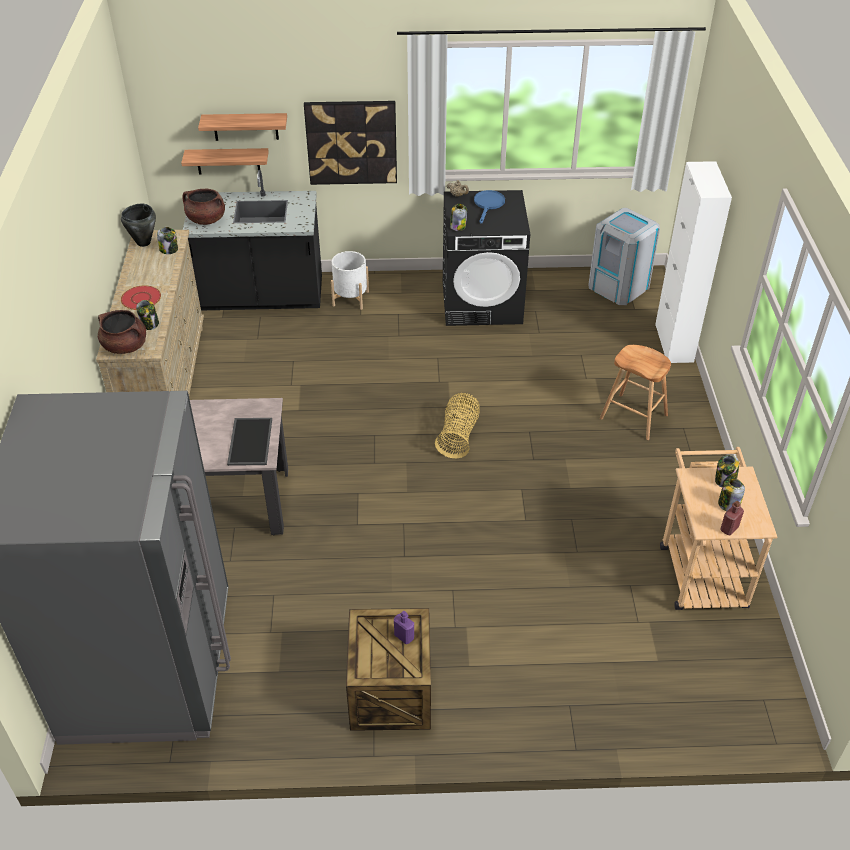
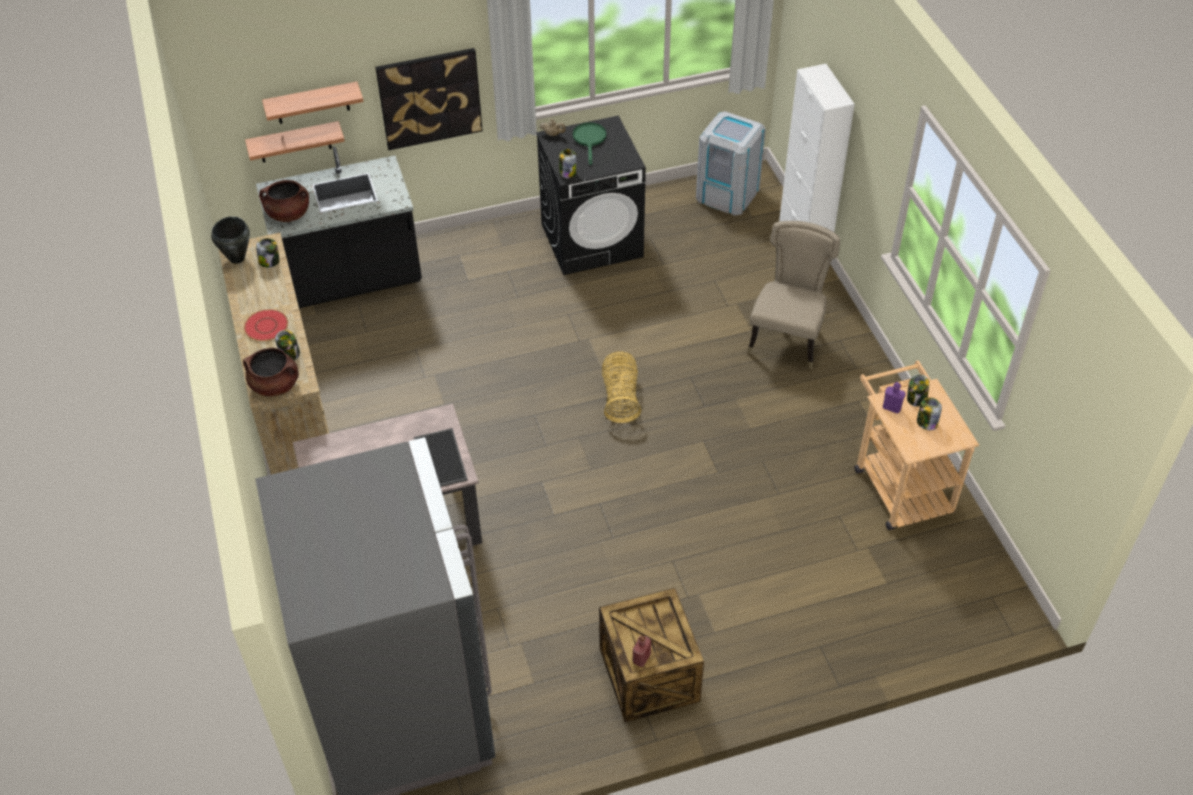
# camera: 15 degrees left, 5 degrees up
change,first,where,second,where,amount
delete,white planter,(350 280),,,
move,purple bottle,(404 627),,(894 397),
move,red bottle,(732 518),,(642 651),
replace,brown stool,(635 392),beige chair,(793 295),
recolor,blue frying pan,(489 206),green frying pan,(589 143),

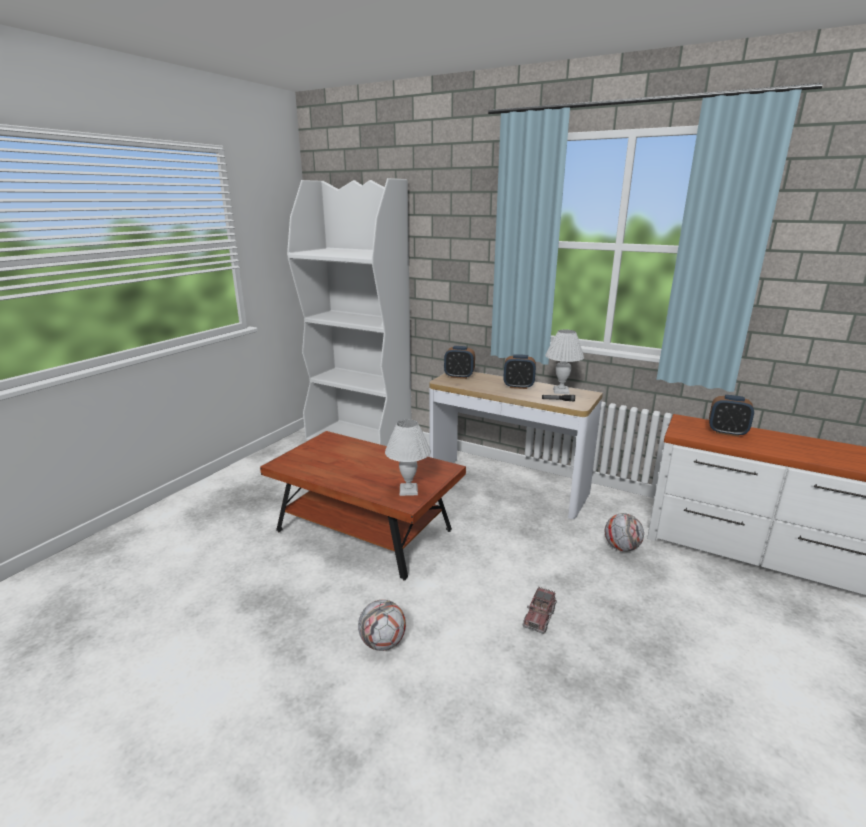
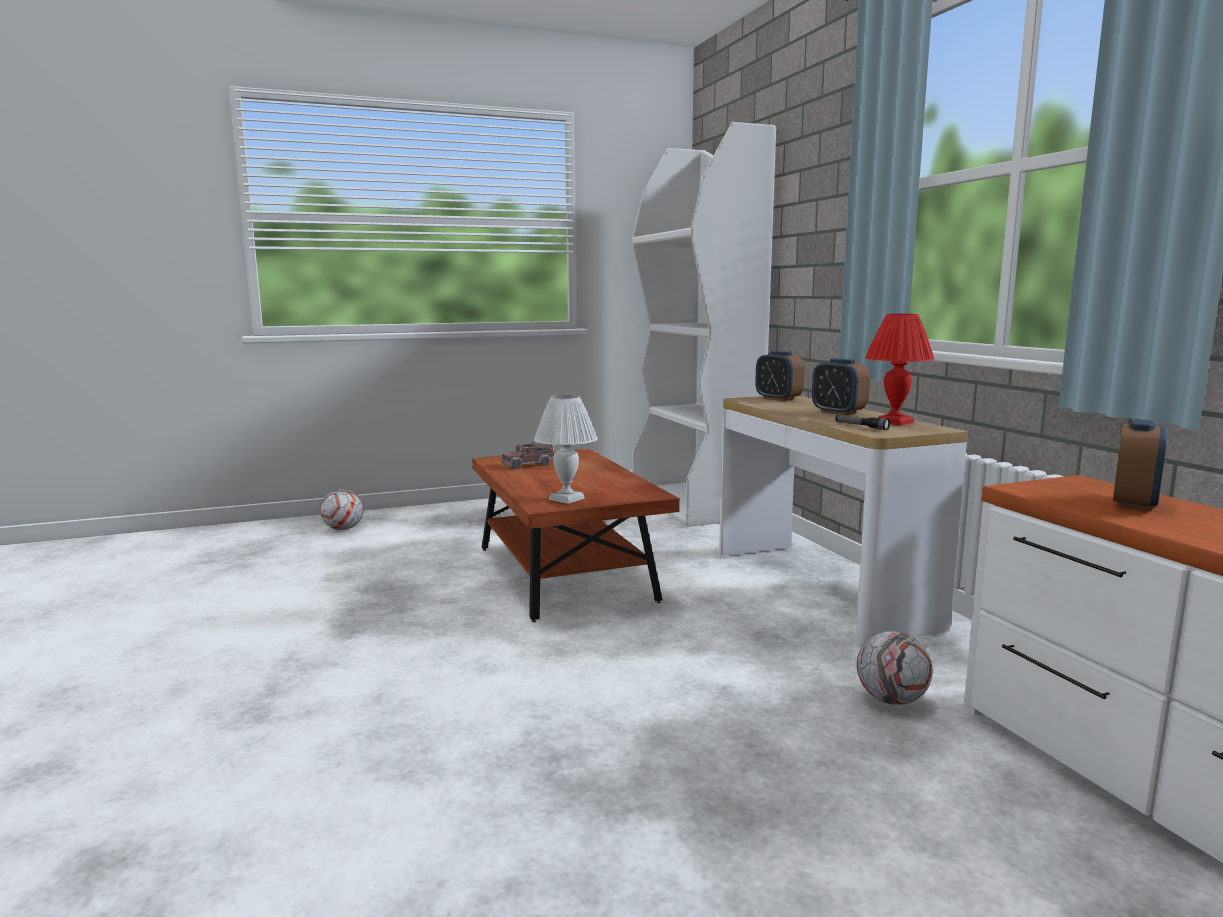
# camera: 40 degrees right, 10 degrees down
change,first,where,second,where,amount
move,football,(382 625),,(342 509),
move,toy truck,(540 610),,(527 455),
recolor,white table lamp,(564 361),red table lamp,(900 370),
rotate,alarm clock,(731 416),,(1140 465),120 degrees counterclockwise

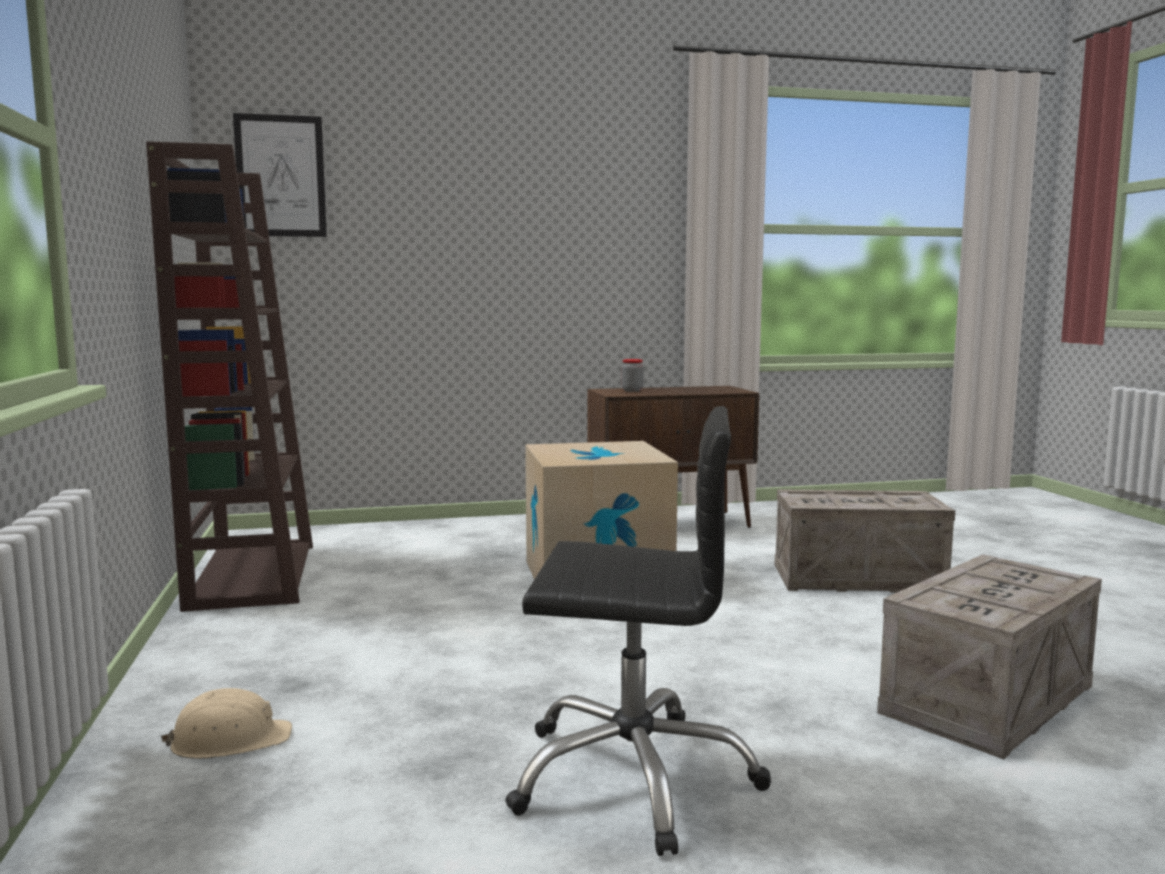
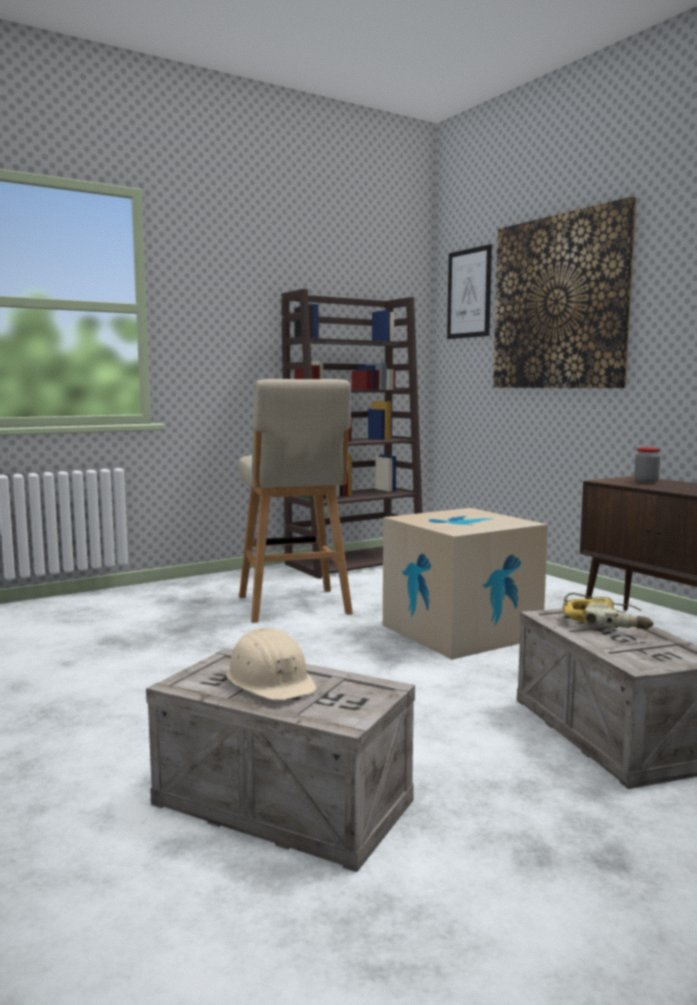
# camera: 70 degrees right, 0 degrees up
change,first,where,second,where,amount
delete,black office chair,(638 631),,,
insert,,,beige stool,(295 501),
insert,,,picture,(565 292),
insert,,,power drill,(608 611),
move,beige hard hat,(226 723),,(271 664),

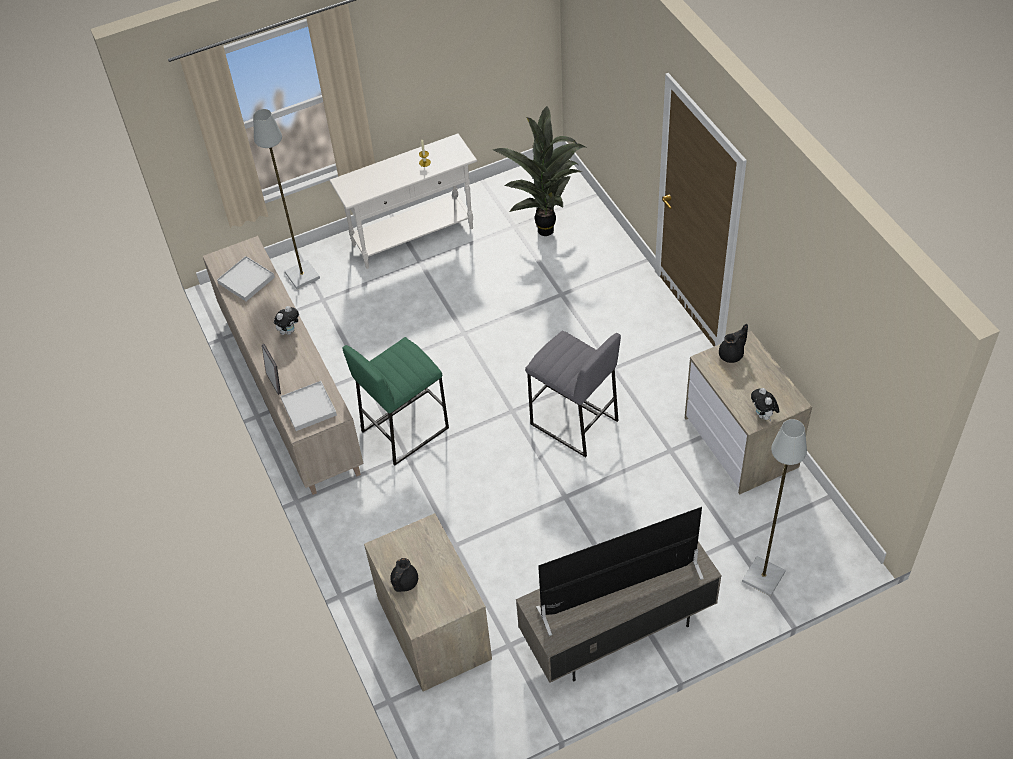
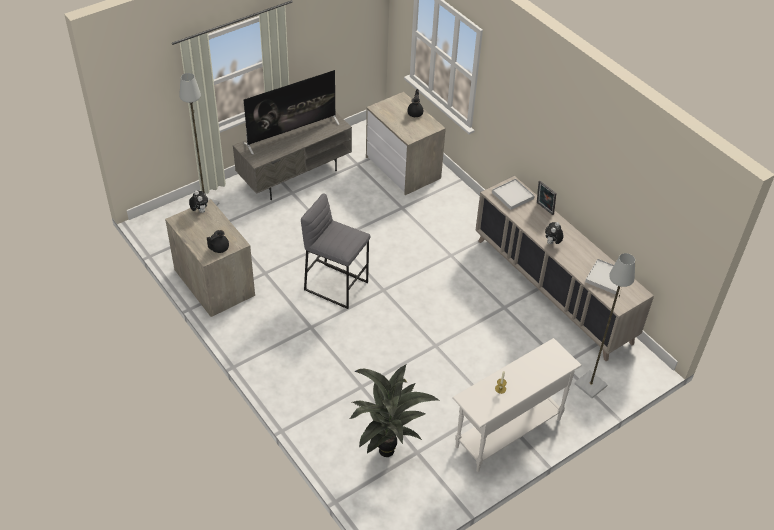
# camera: 165 degrees right, 5 degrees down
change,first,where,second,where,amount
delete,green stool,(395 401),,,

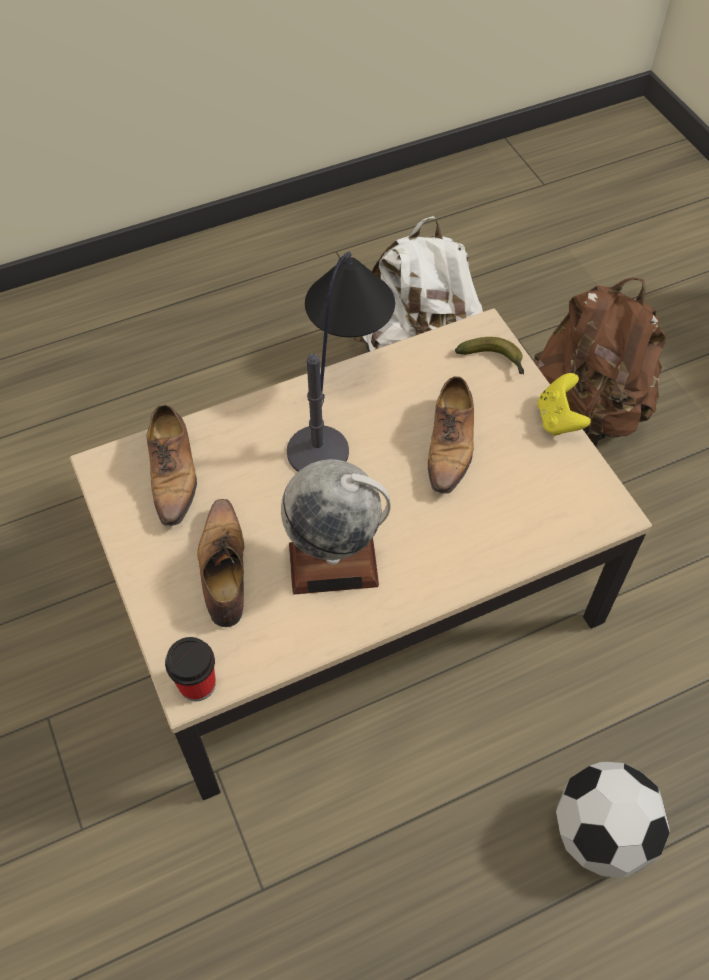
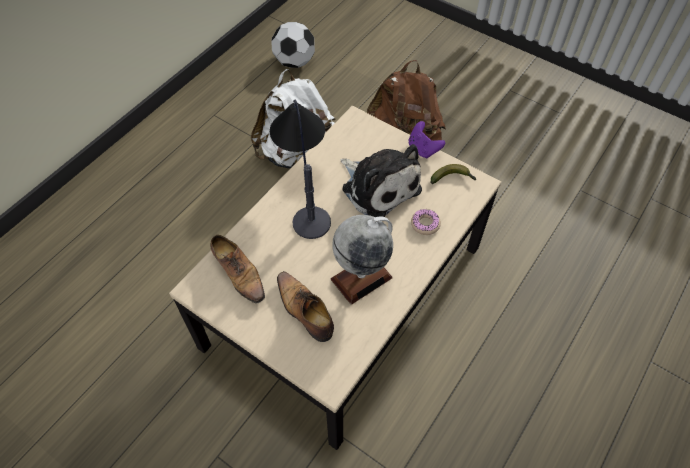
# camera: 30 degrees left, 0 degrees up
change,first,where,second,where,amount
delete,cup,(190 669),,,
insert,,,donut,(426 222),
move,banana,(489 355),,(453 174),
move,football,(613 819),,(293 45),
replace,shoe,(451 435),plush toy,(381 180),
recolor,yellow game controller,(564 404),purple game controller,(427 139),

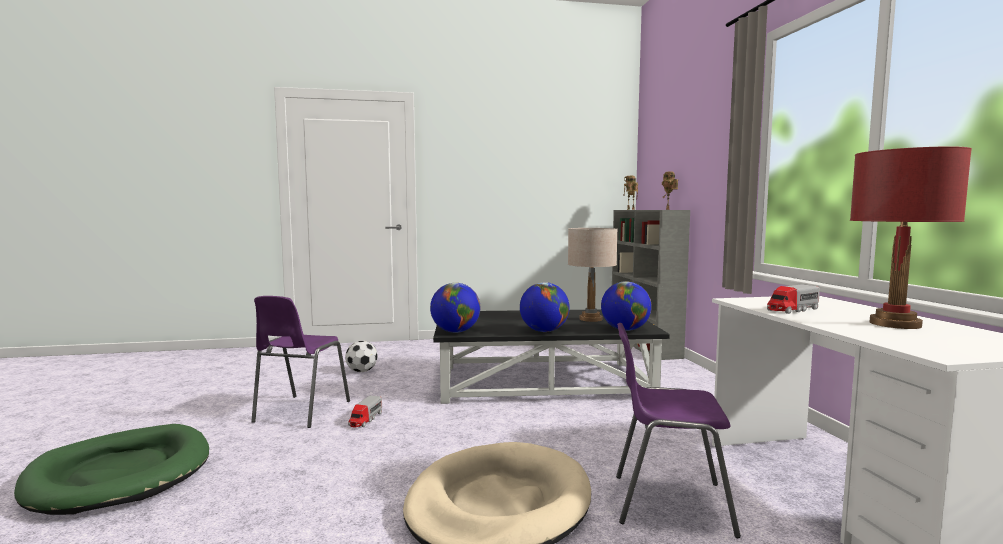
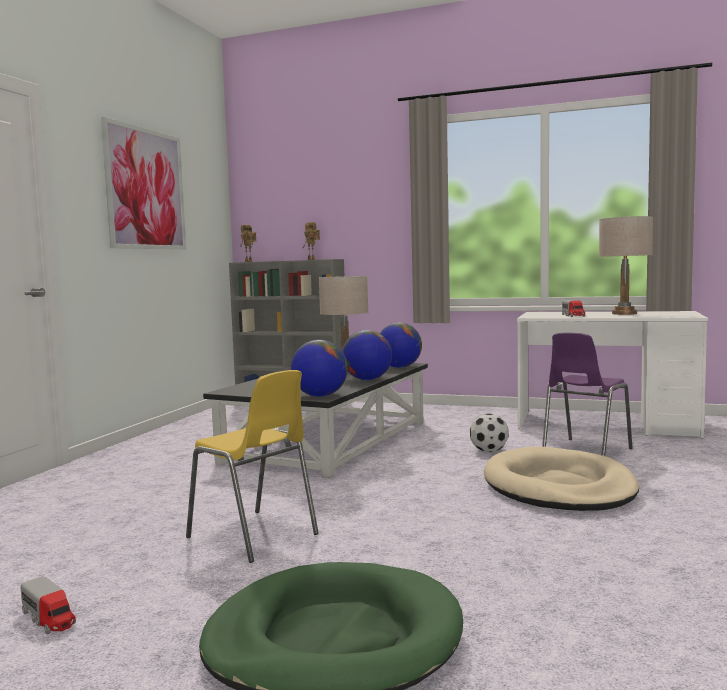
# camera: 60 degrees left, 0 degrees up
change,first,where,second,where,amount
insert,,,picture,(143 183),
move,football,(361 356),,(489 432),
move,toy truck,(365 412),,(48 605),
recolor,purple chair,(300 362),yellow chair,(252 466),
recolor,red table lamp,(911 237),beige table lamp,(626 265),

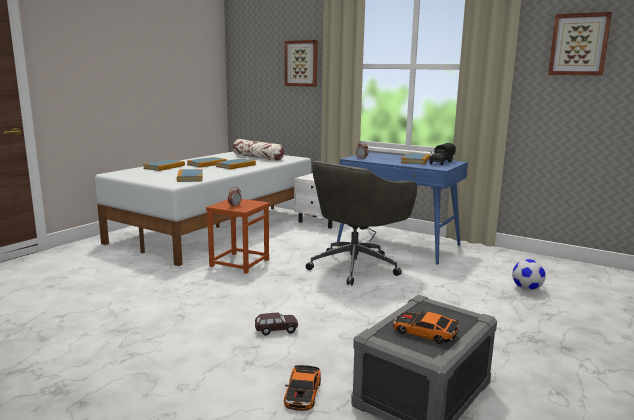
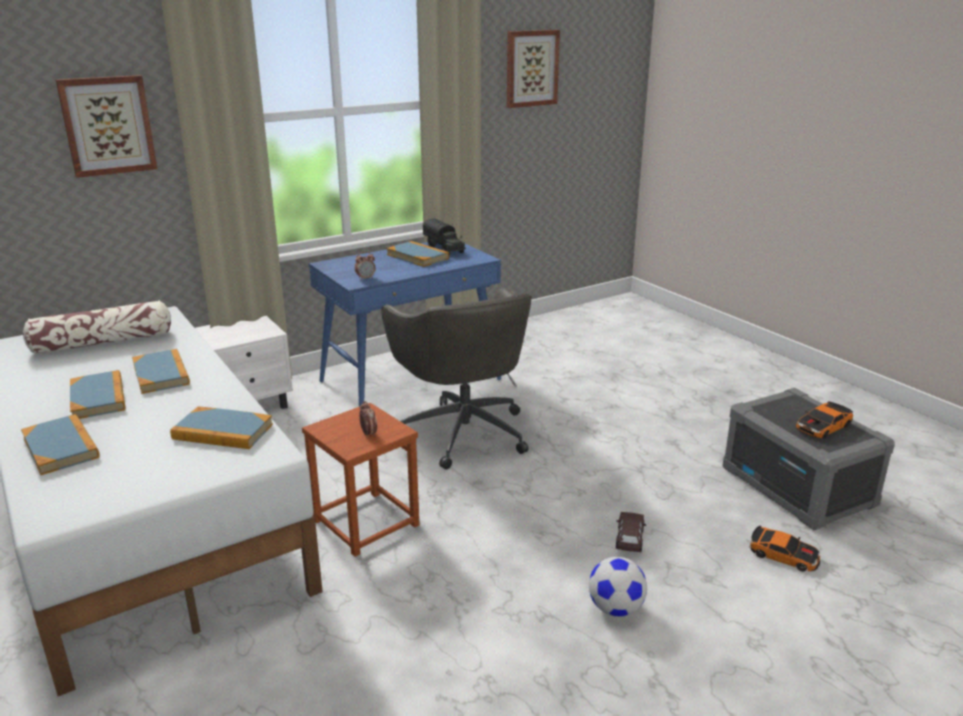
# camera: 65 degrees left, 10 degrees up
change,first,where,second,where,amount
move,football,(529 274),,(618 587),

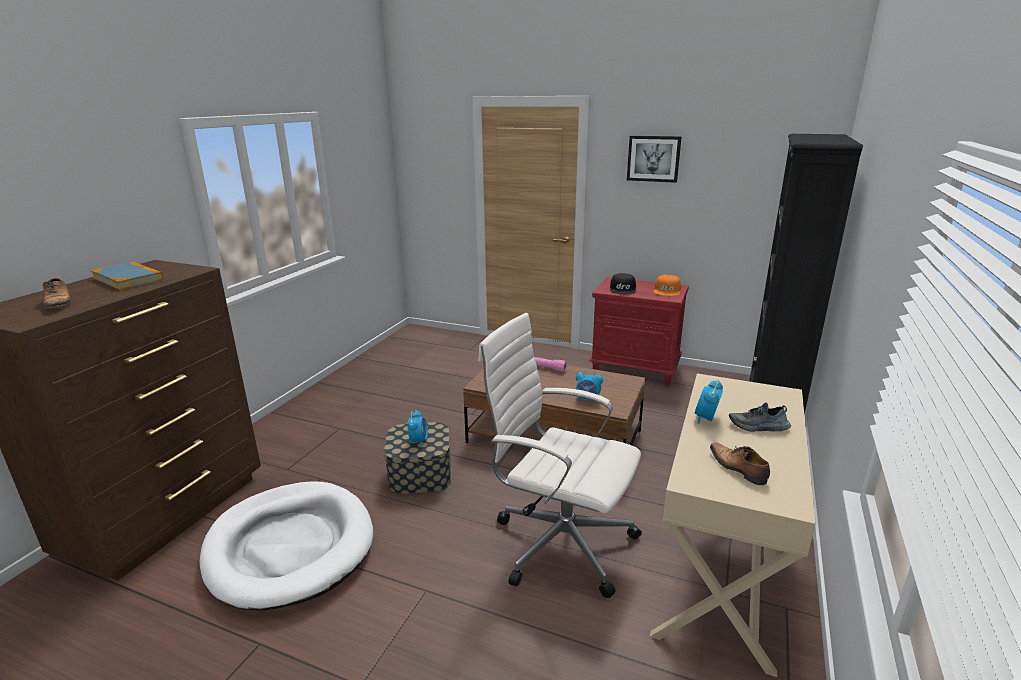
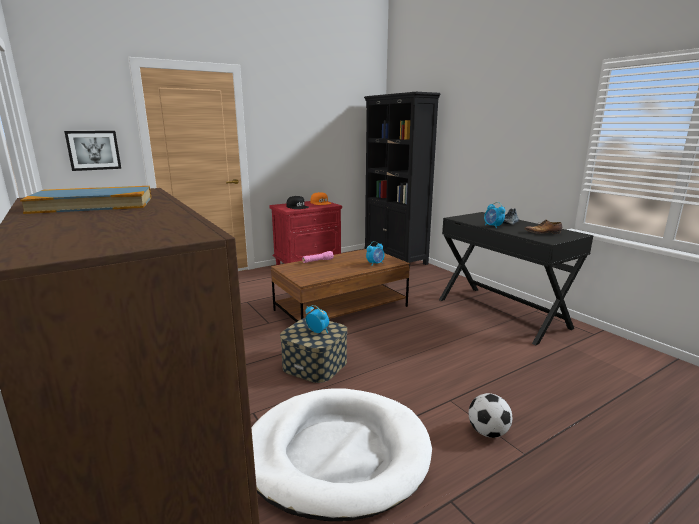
# camera: 55 degrees left, 5 degrees down
change,first,where,second,where,amount
delete,shoe,(57 293),,,
delete,white office chair,(560 455),,,
insert,,,football,(490 415),
move,picture,(654 159),,(92 151),
recolor,beige desk,(733 525),black desk,(516 278),

